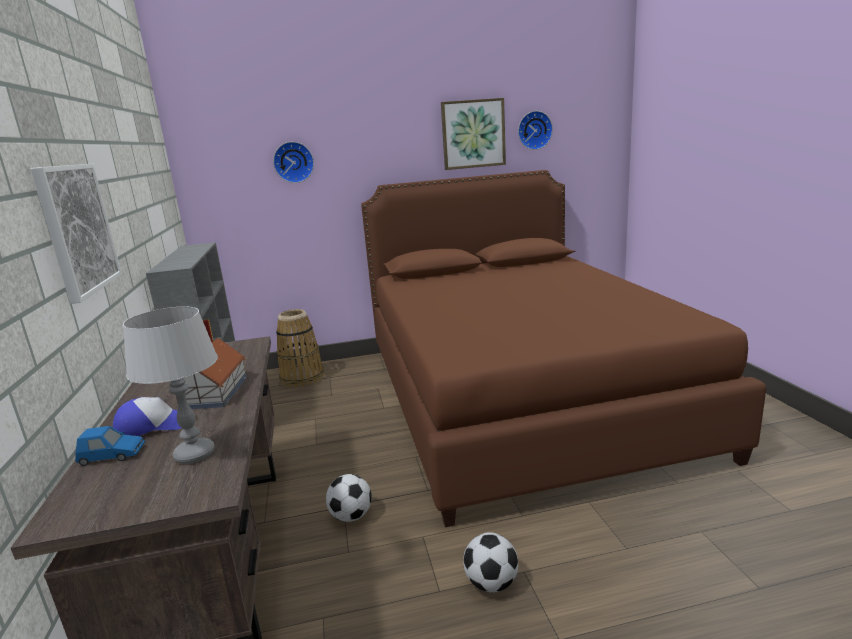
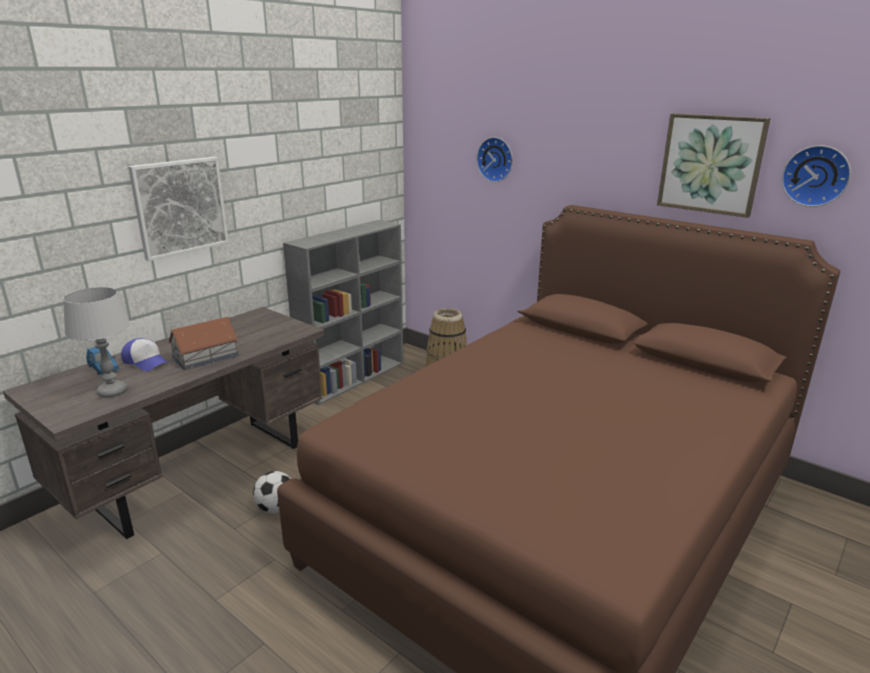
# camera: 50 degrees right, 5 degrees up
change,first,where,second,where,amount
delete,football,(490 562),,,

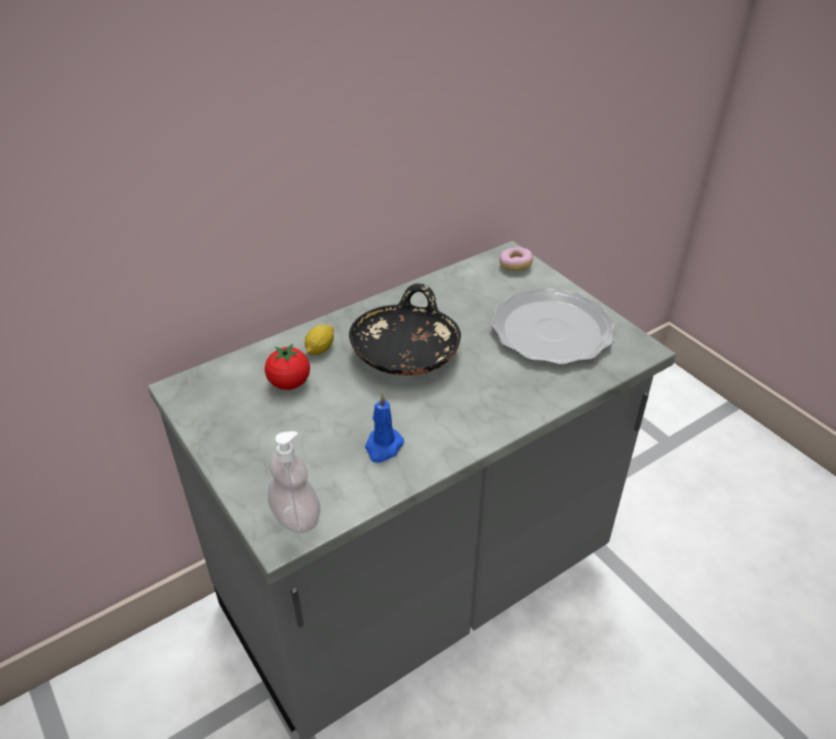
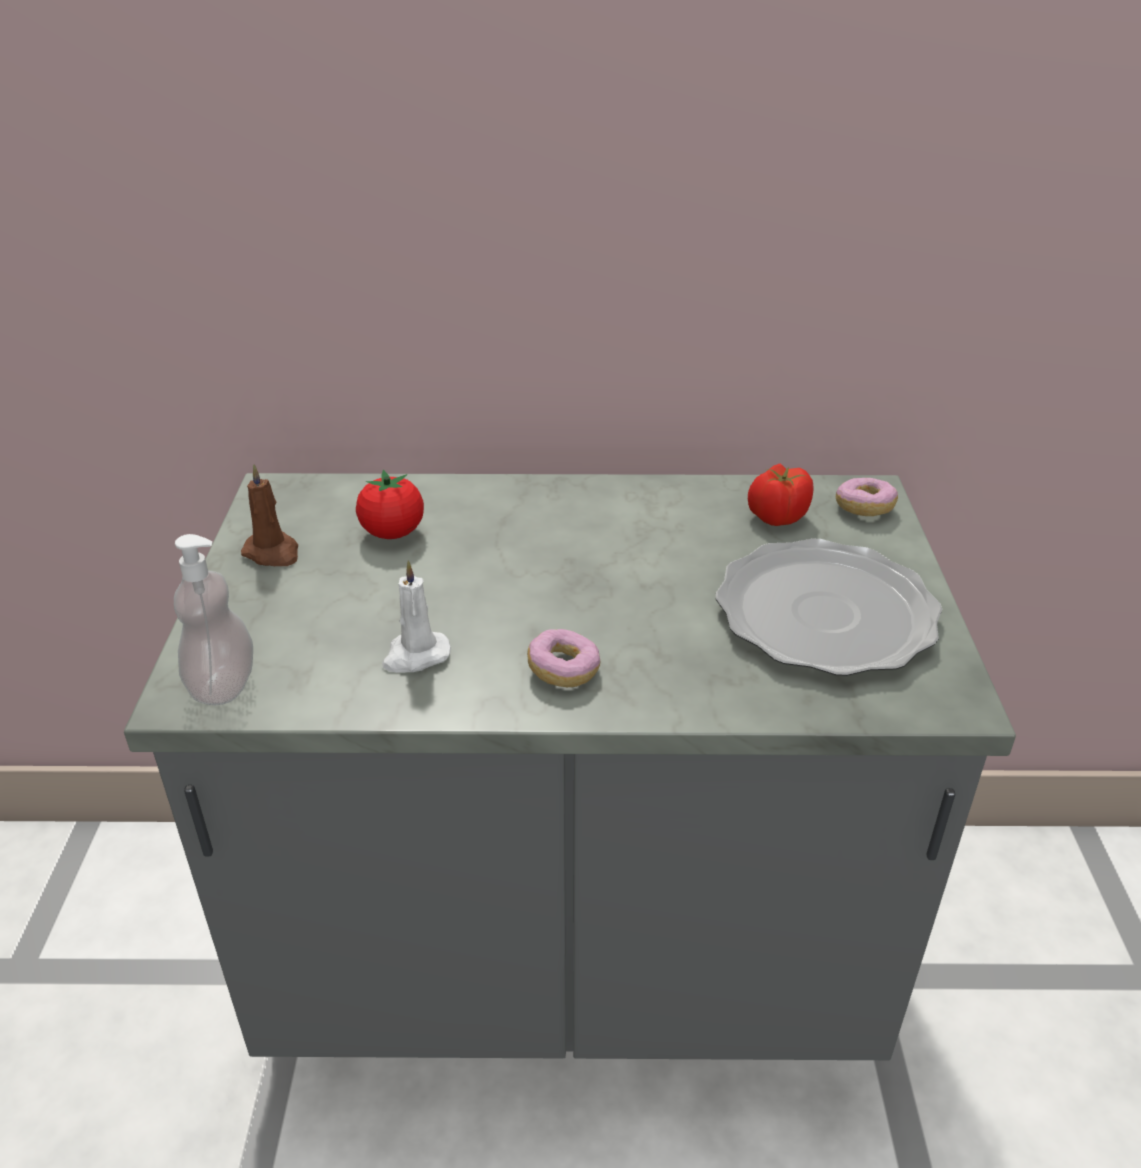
# camera: 35 degrees right, 5 degrees down
change,first,where,second,where,amount
delete,lemon,(319 340),,,
delete,black bowl,(405 329),,,
insert,,,brown candle,(269 515),
insert,,,donut,(564 658),
insert,,,tomato,(780 495),
recolor,blue candle,(384 428),white candle,(416 617),

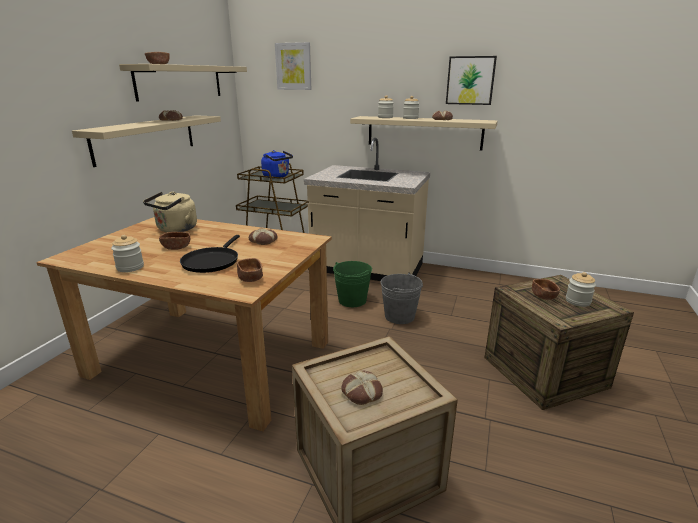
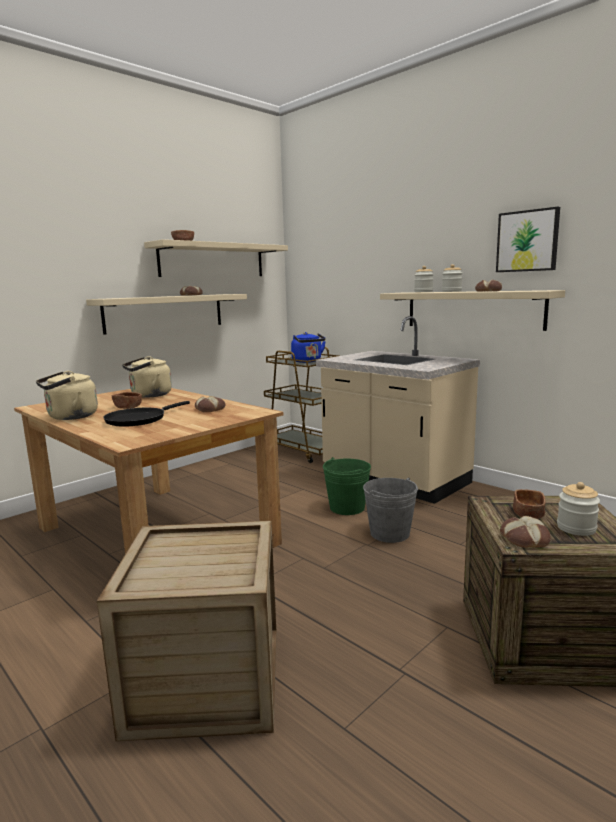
# camera: 25 degrees right, 10 degrees down
change,first,where,second,where,amount
delete,brown bowl,(250 270),,,
delete,picture,(293 66),,,
move,bread,(362 387),,(525 532),
replace,jar,(127 253),beige kettle,(67 395),

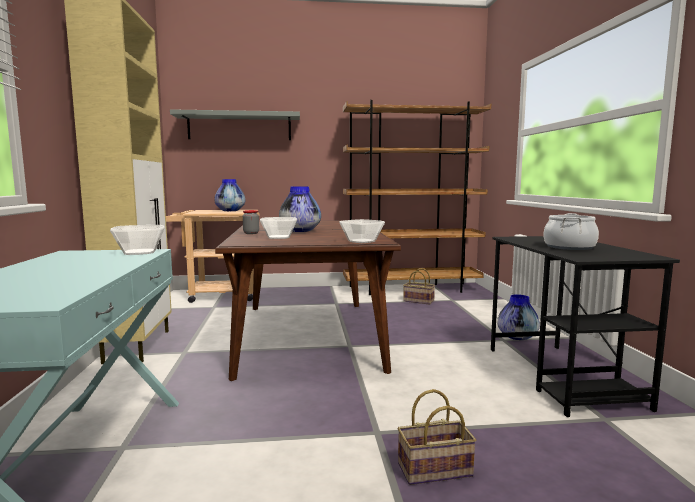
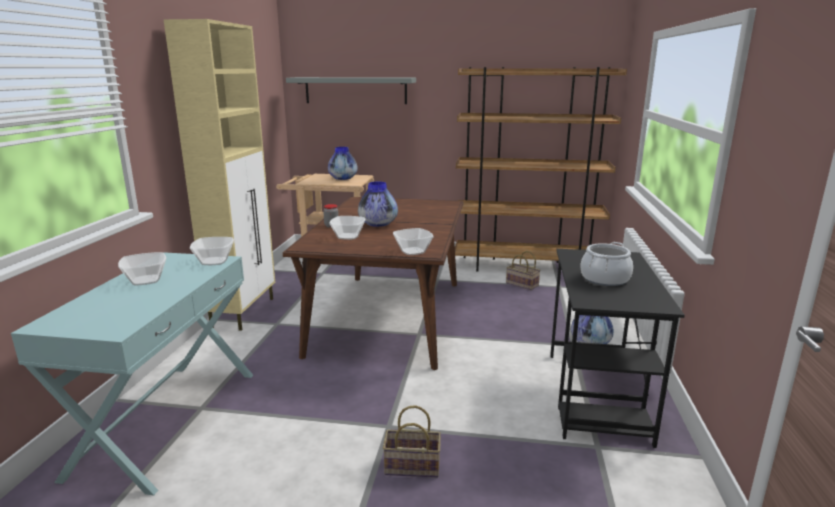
# camera: 15 degrees right, 10 degrees up
change,first,where,second,where,amount
insert,,,bowl,(142 268),

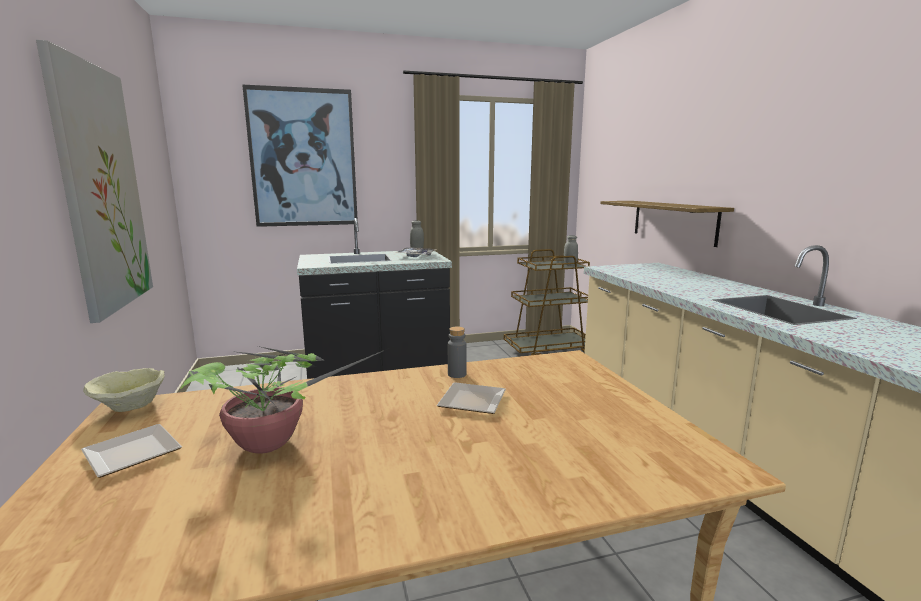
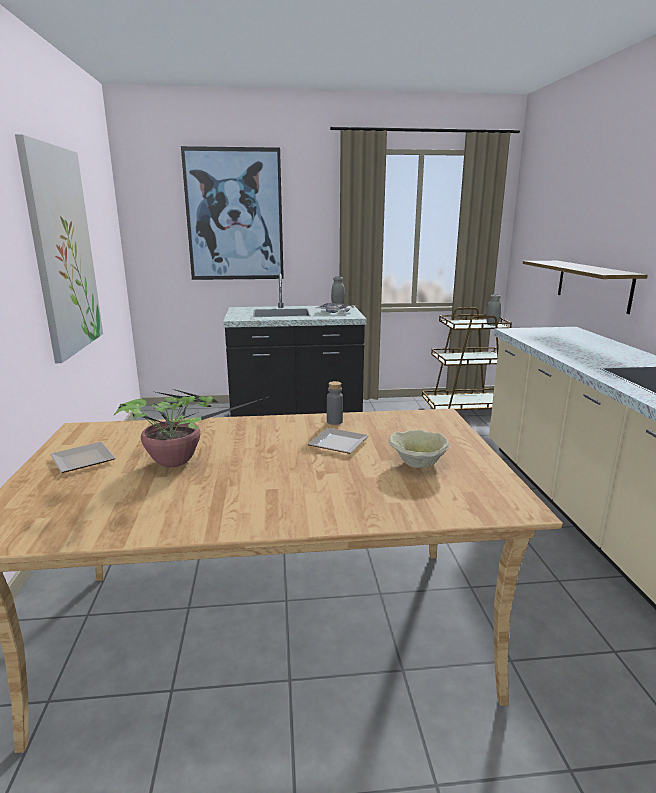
# camera: 10 degrees right, 5 degrees up
change,first,where,second,where,amount
move,beige bowl,(124 390),,(418 449),

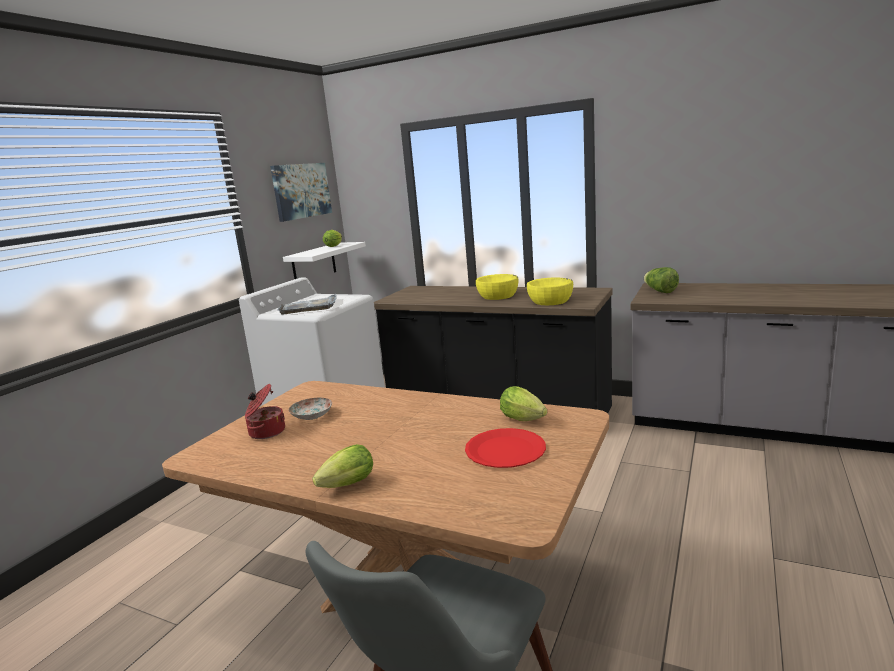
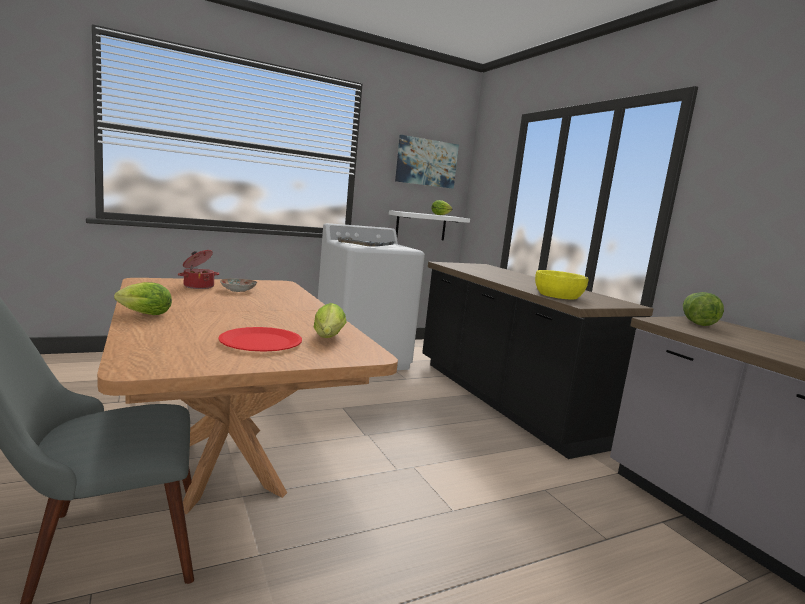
# camera: 35 degrees right, 5 degrees down
change,first,where,second,where,amount
delete,yellow bowl,(497 287),,,

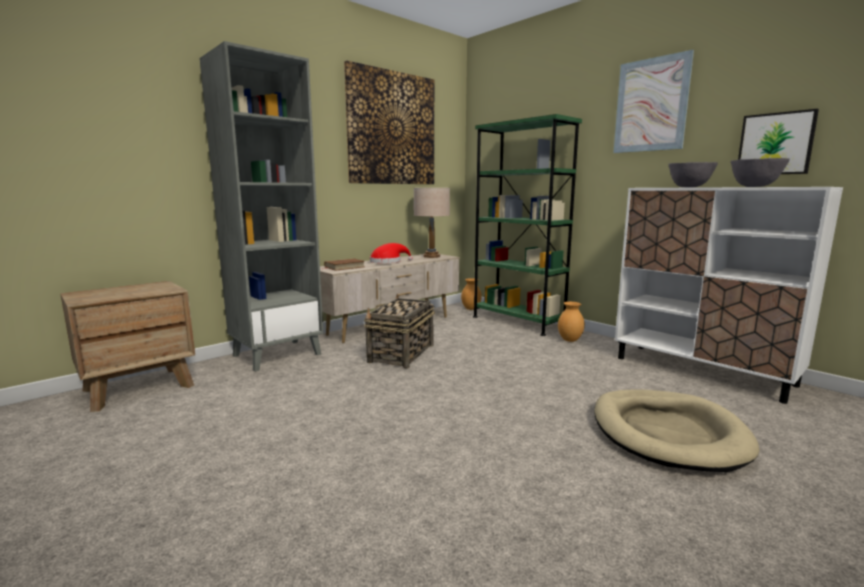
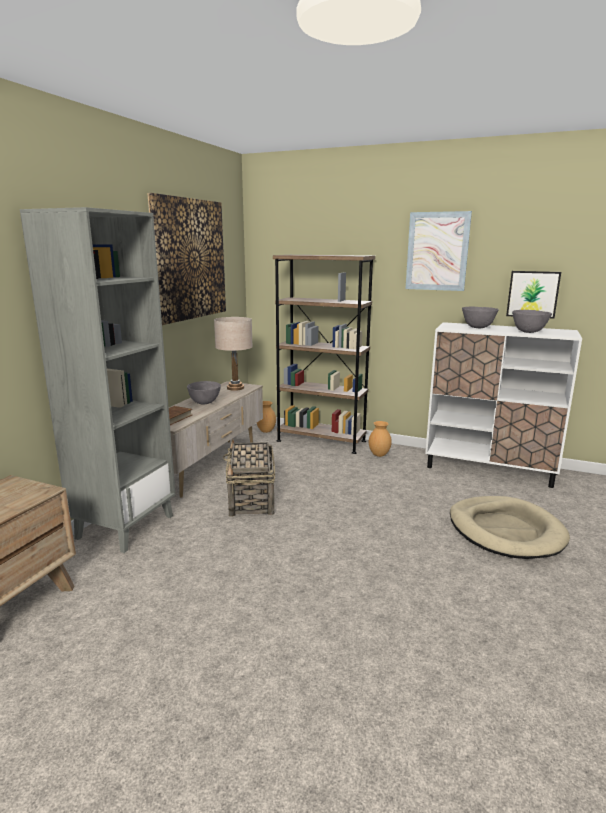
# camera: 25 degrees left, 5 degrees up
change,first,where,second,where,amount
replace,red hat,(391 253),grey bowl,(204 393),
recolor,green bookcase,(527 225),brown bookcase,(324 354),

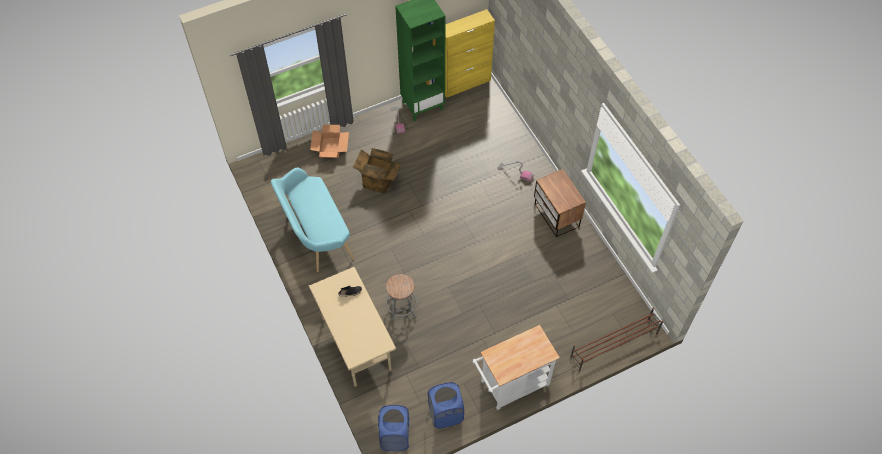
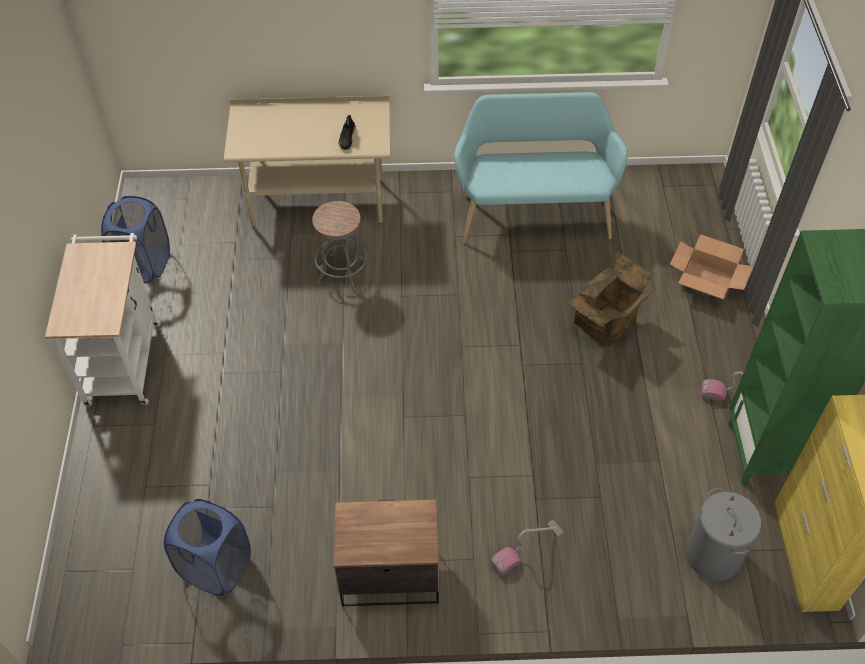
# camera: 115 degrees right, 5 degrees down
change,first,where,second,where,amount
delete,brown shoe rack,(616 339),,,
insert,,,grey laundry basket,(723 534),
move,blue laundry basket,(393 428),,(207 547),

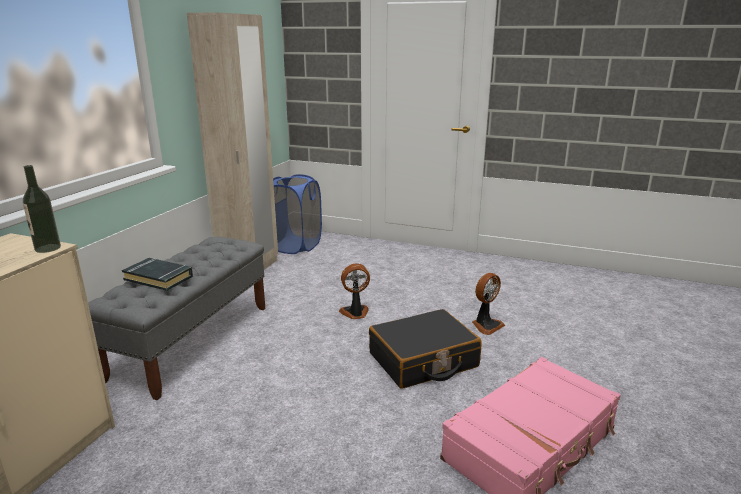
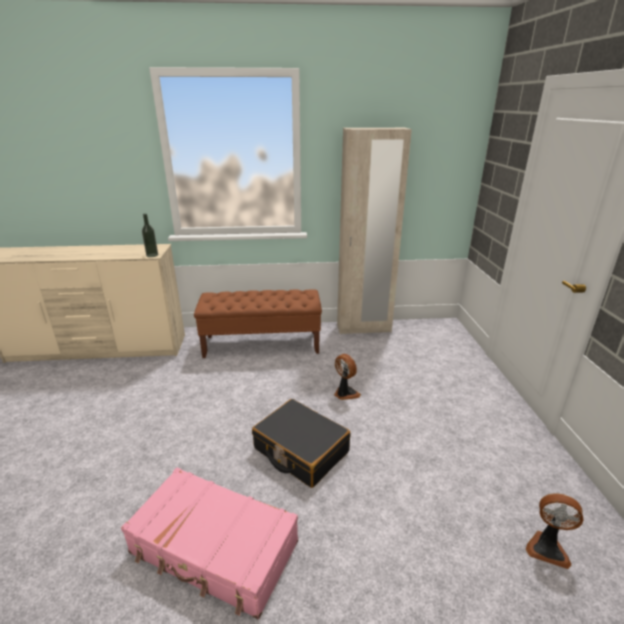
# camera: 65 degrees right, 5 degrees up
change,first,where,second,where,amount
delete,black book,(157 274),,,
delete,blue laundry basket,(297 214),,,
move,fan,(488 304),,(554 531),
recolor,grey bench,(176 318),brown bench,(258 323),

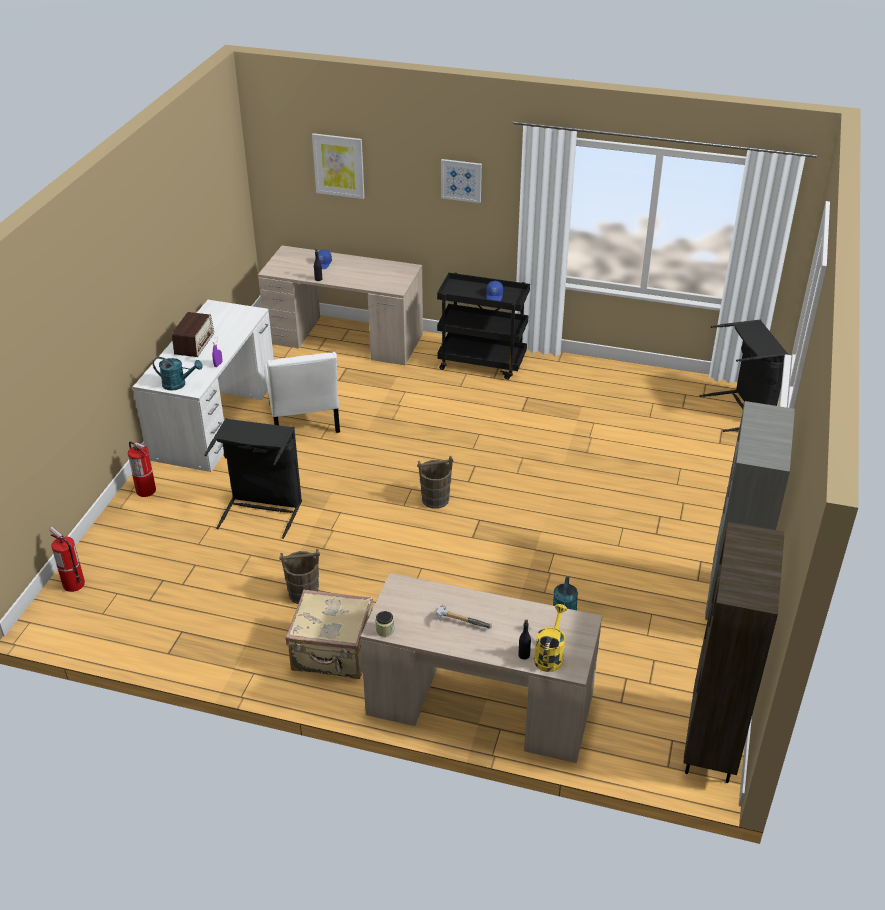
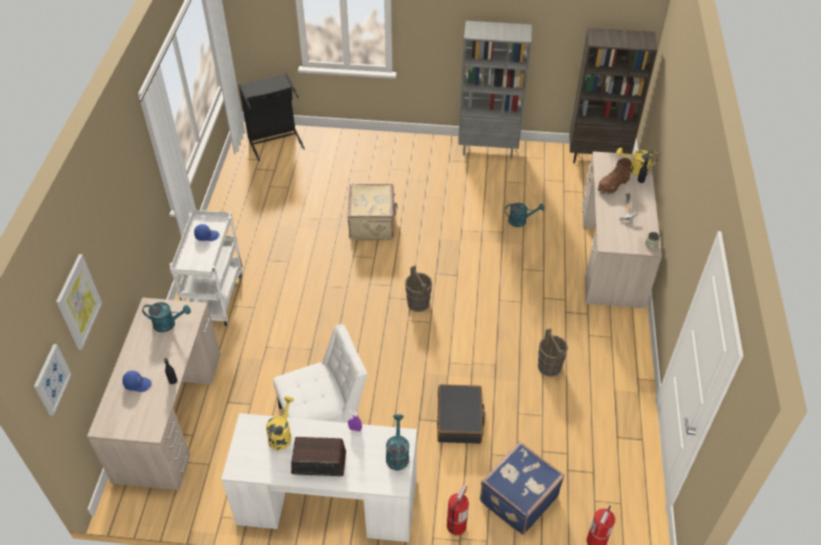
# camera: 100 degrees left, 10 degrees up
change,first,where,second,where,amount
insert,,,turquoise watering can,(166 317),
insert,,,yellow watering can,(280 423),
insert,,,blue suitcase,(522 488),
insert,,,brown boot,(615 176),
move,beige suitcase,(329 634),,(373 212),
move,picture,(461 181),,(53 380),
replace,black laundry basket,(253 478),black suitcase,(461 414),
recolor,black cart,(483 326),white cart,(206 268),

